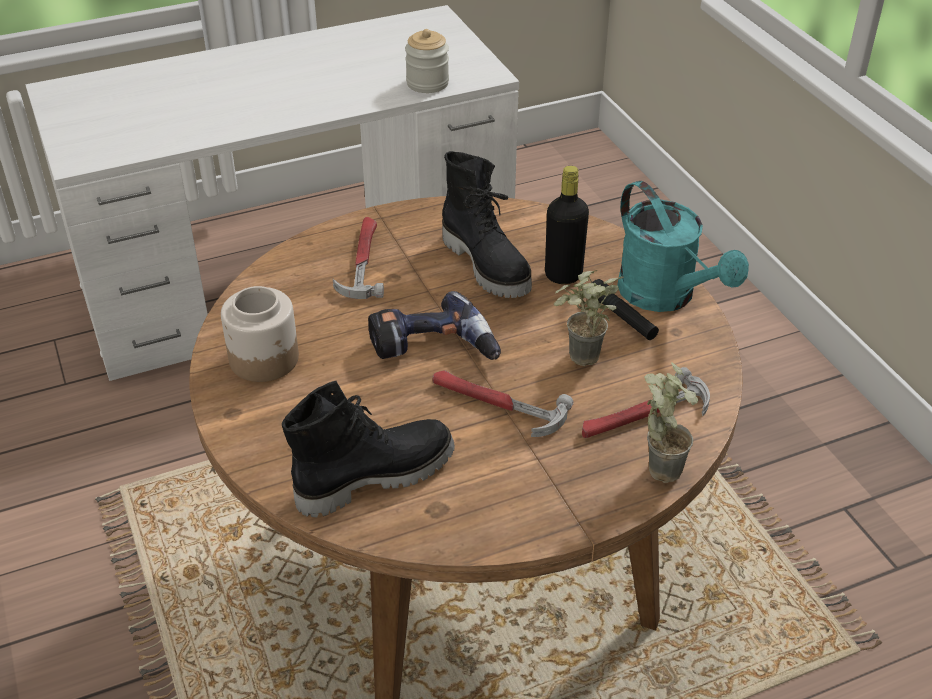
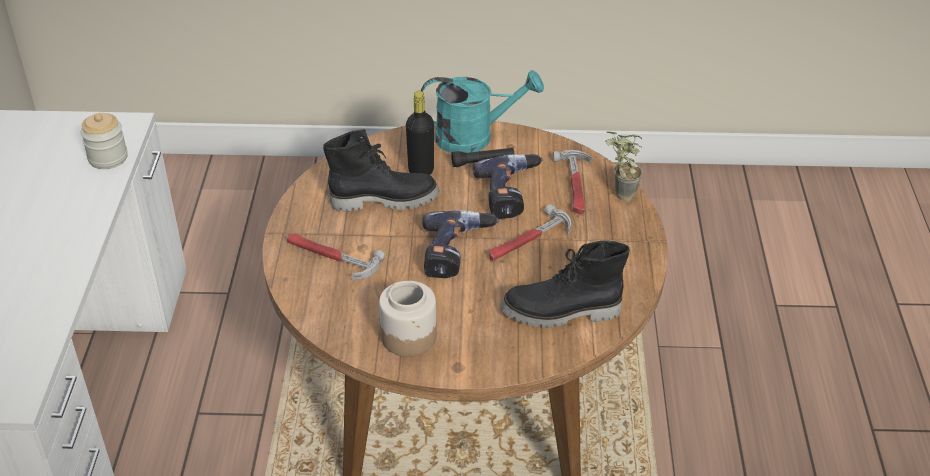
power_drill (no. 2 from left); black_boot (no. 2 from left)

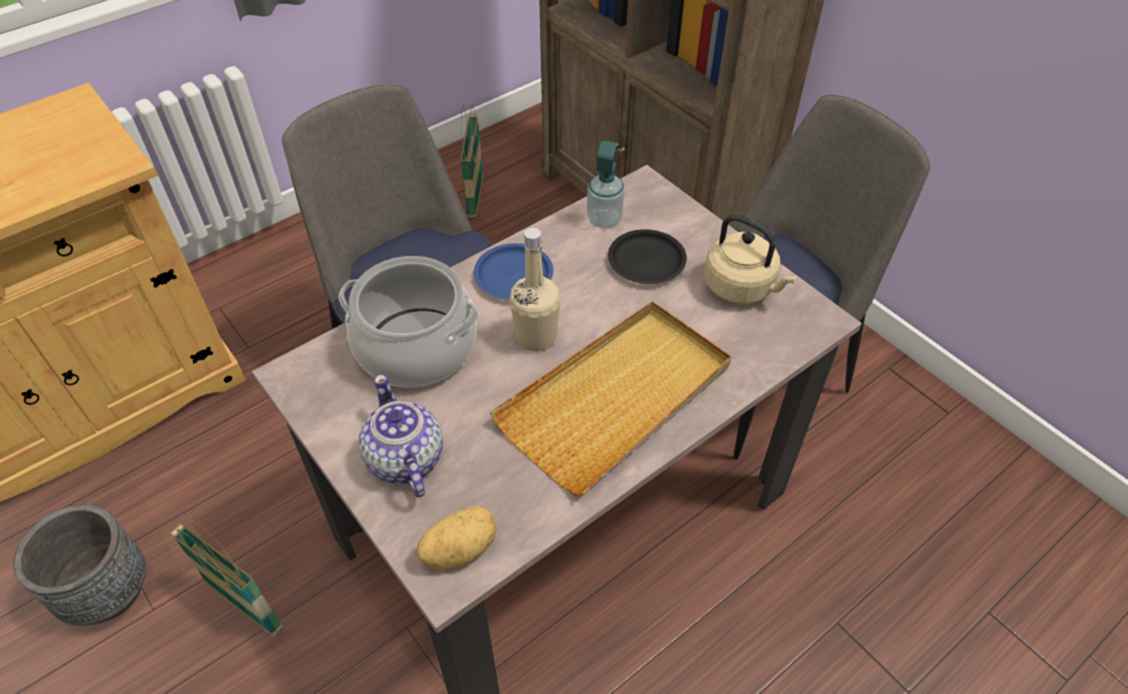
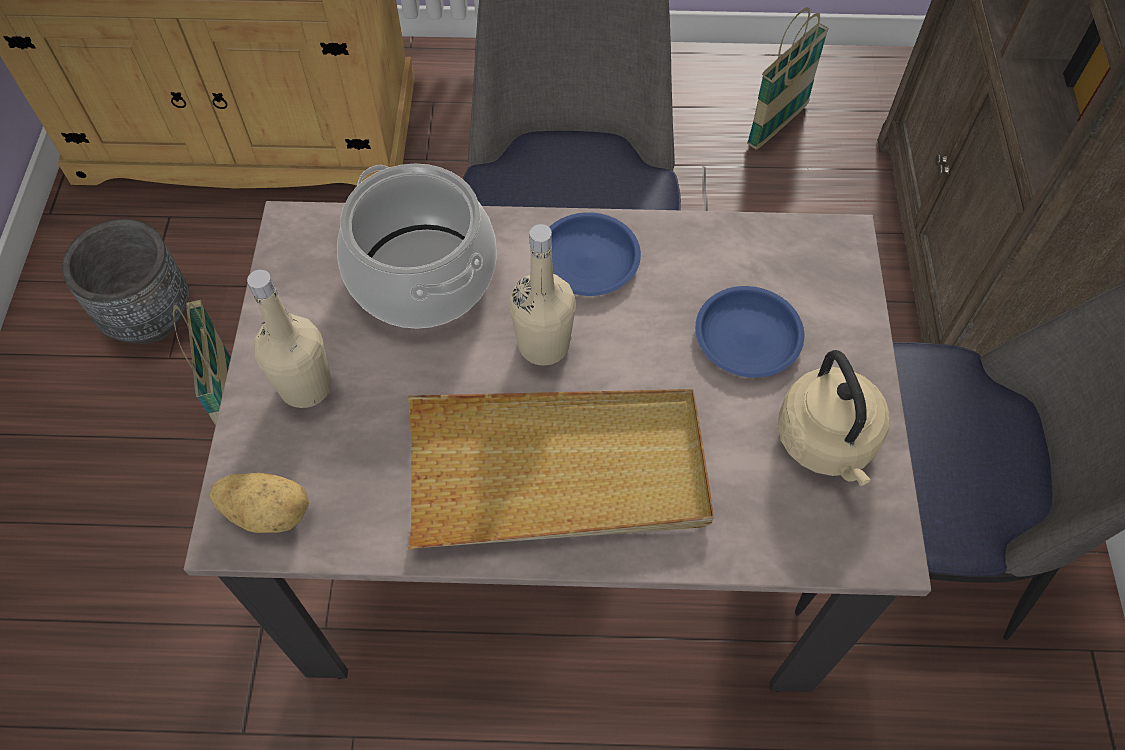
soap_dispenser; beige_bottle (no. 1 from left); blue_plate (no. 2 from left)

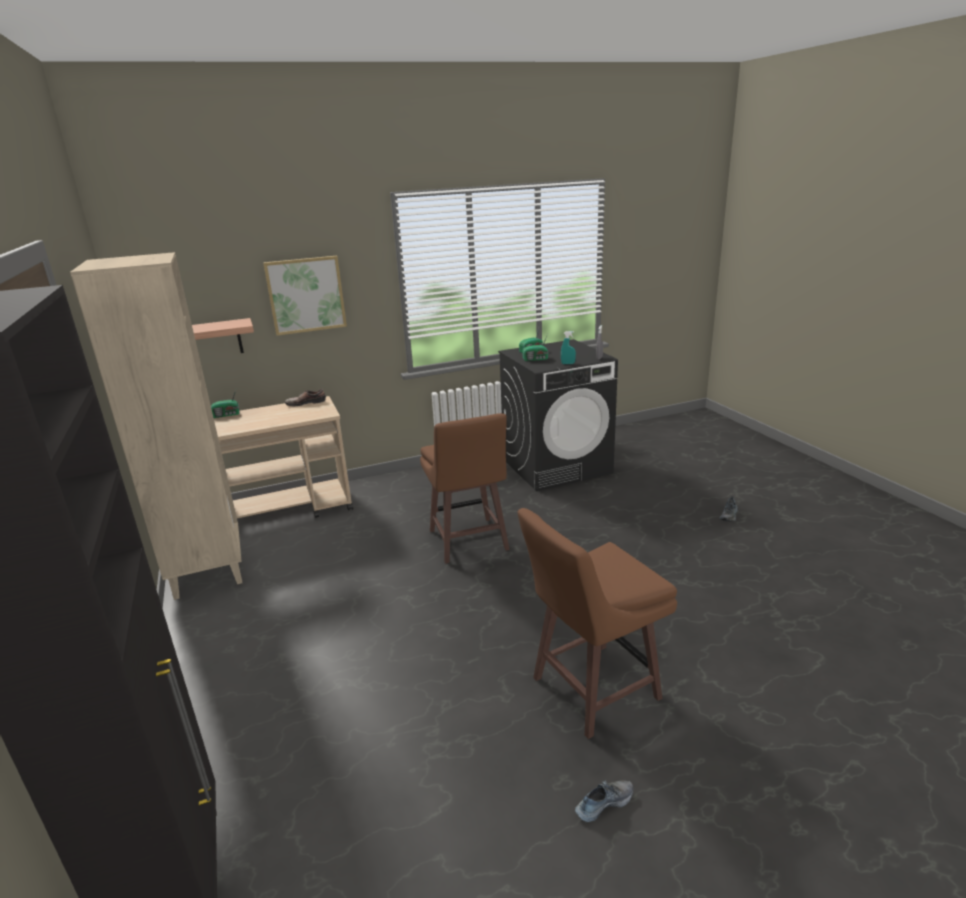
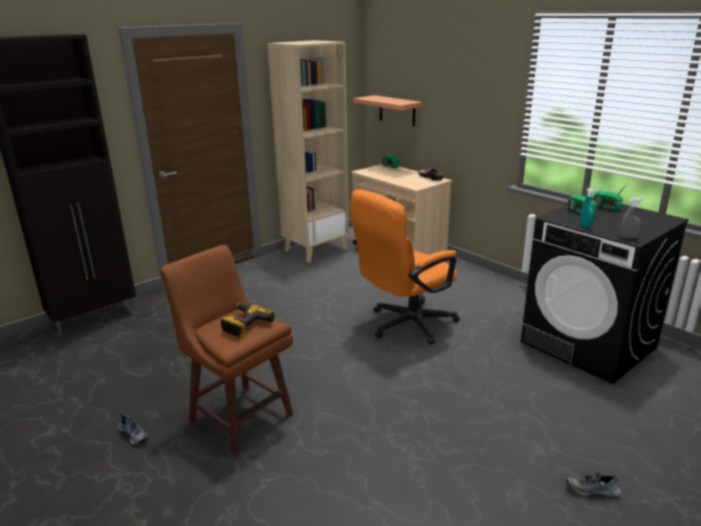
picture; power_drill; orange_office_chair

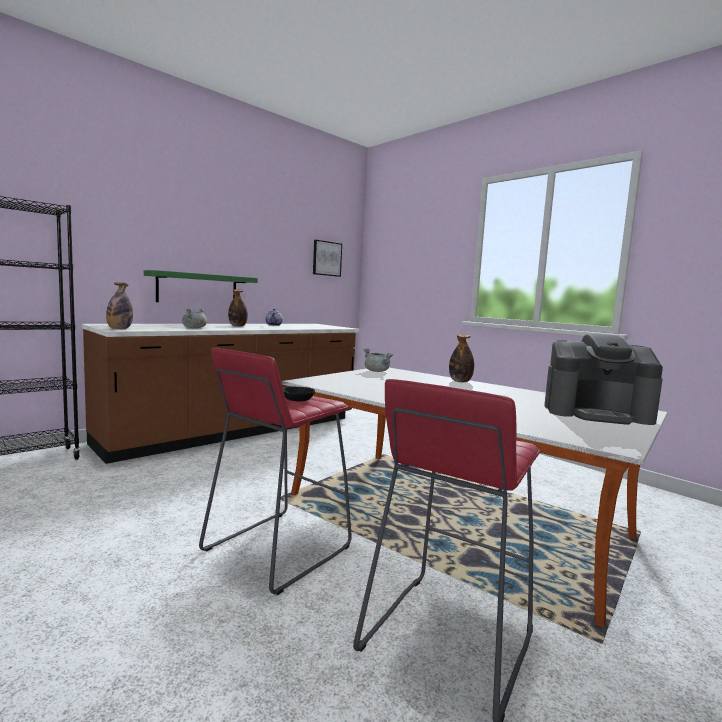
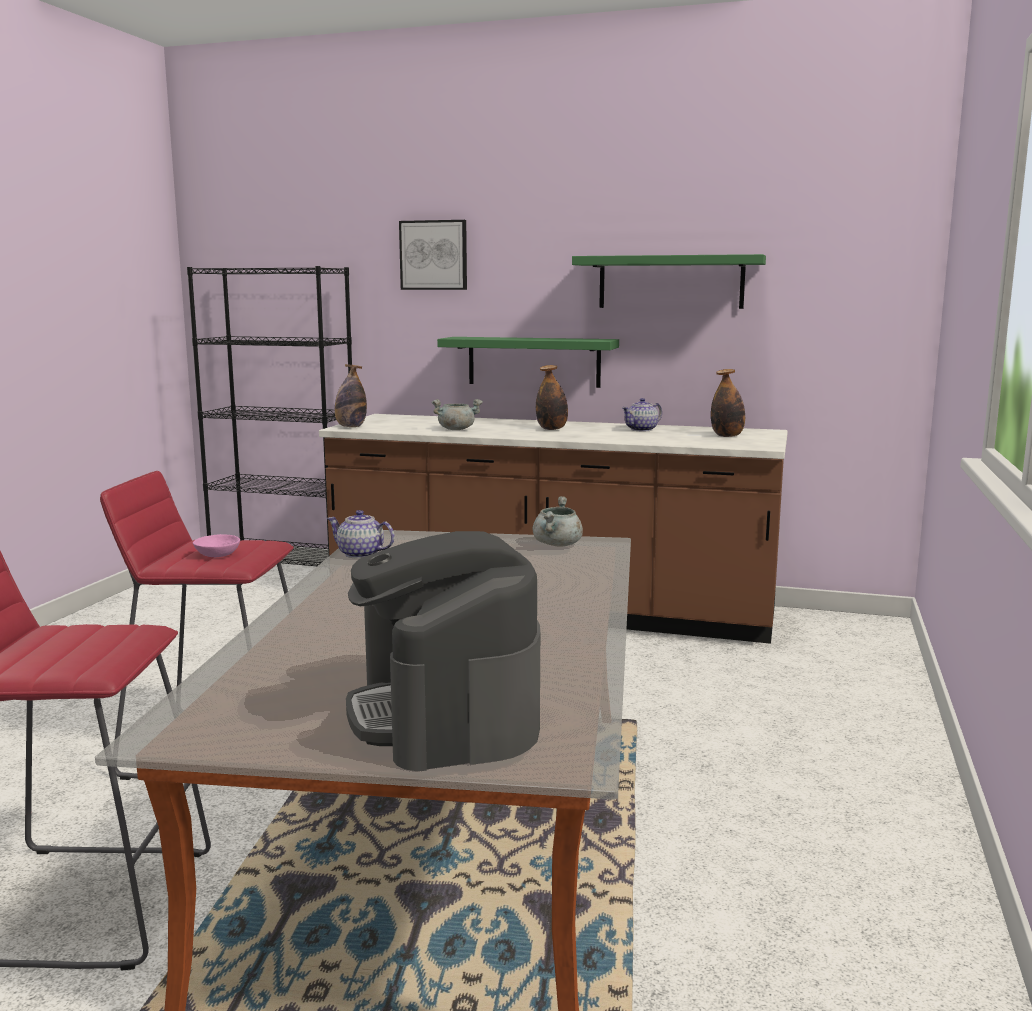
teapot (no. 1 from left); green_shelf (no. 2 from left); picture; bottle (no. 3 from left); pink_bowl

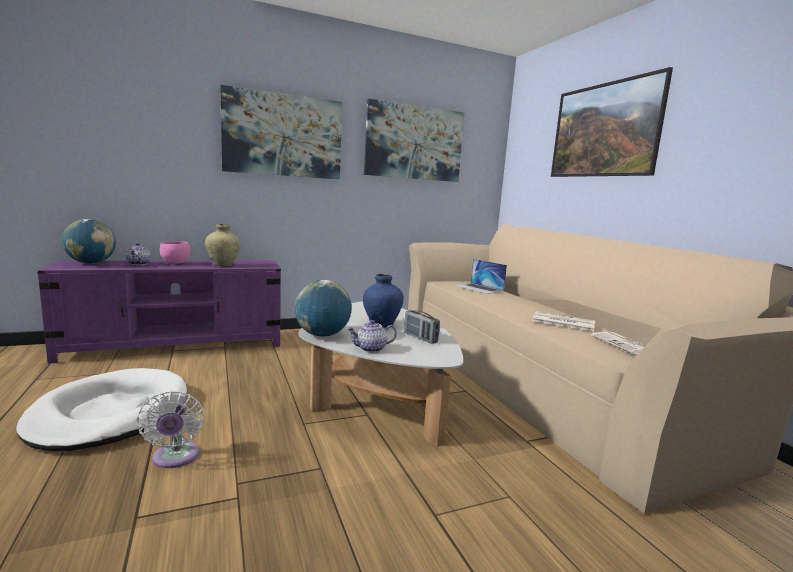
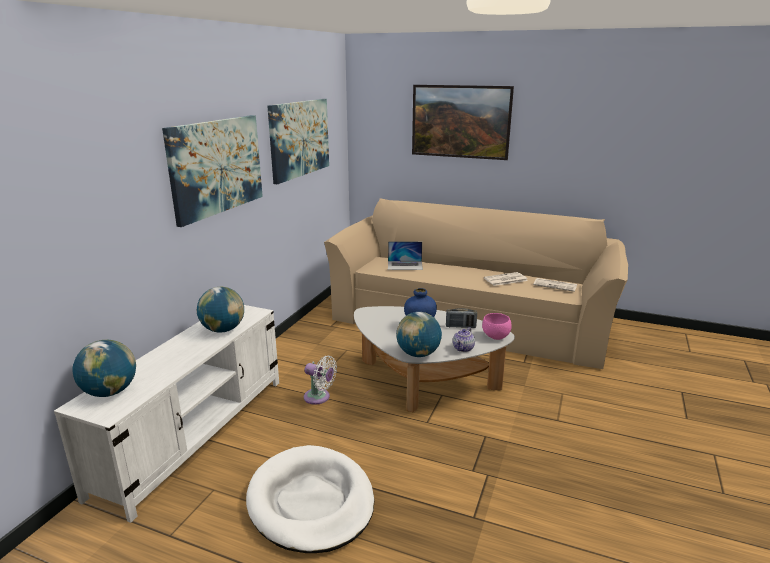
teapot (no. 1 from left in the first image); white_fan; pink_bowl; globe (no. 2 from left); white_tv_stand

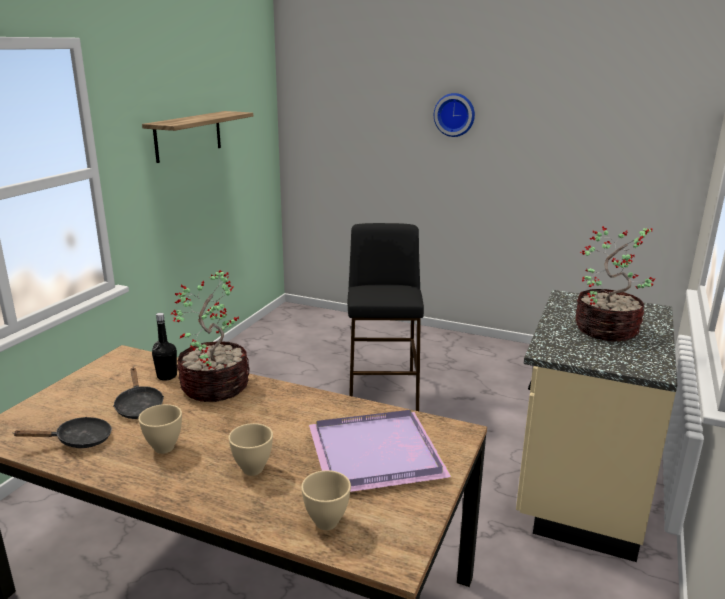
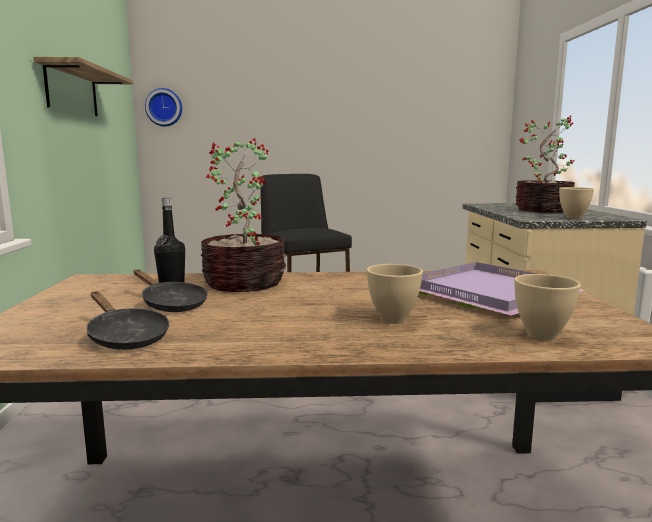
beige_bowl (no. 3 from left); wall_clock; black_frying_pan (no. 1 from left)

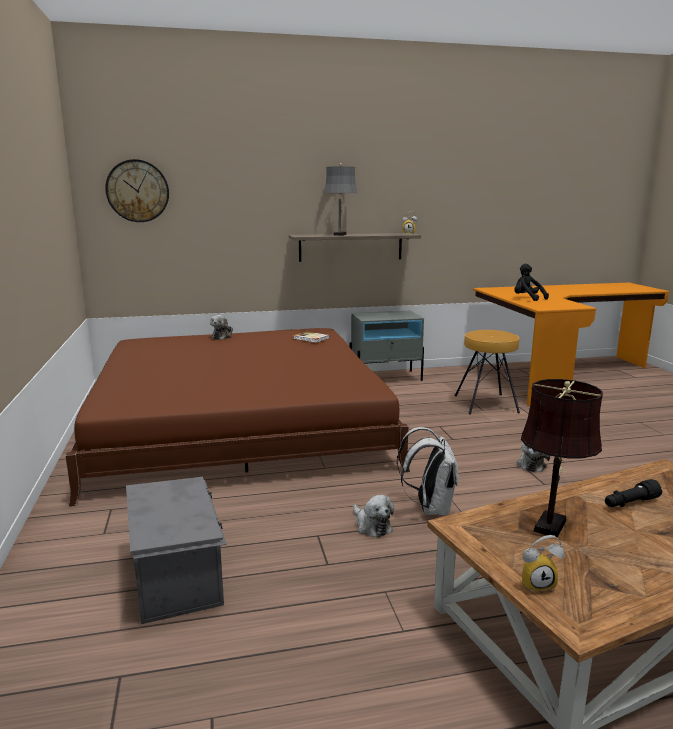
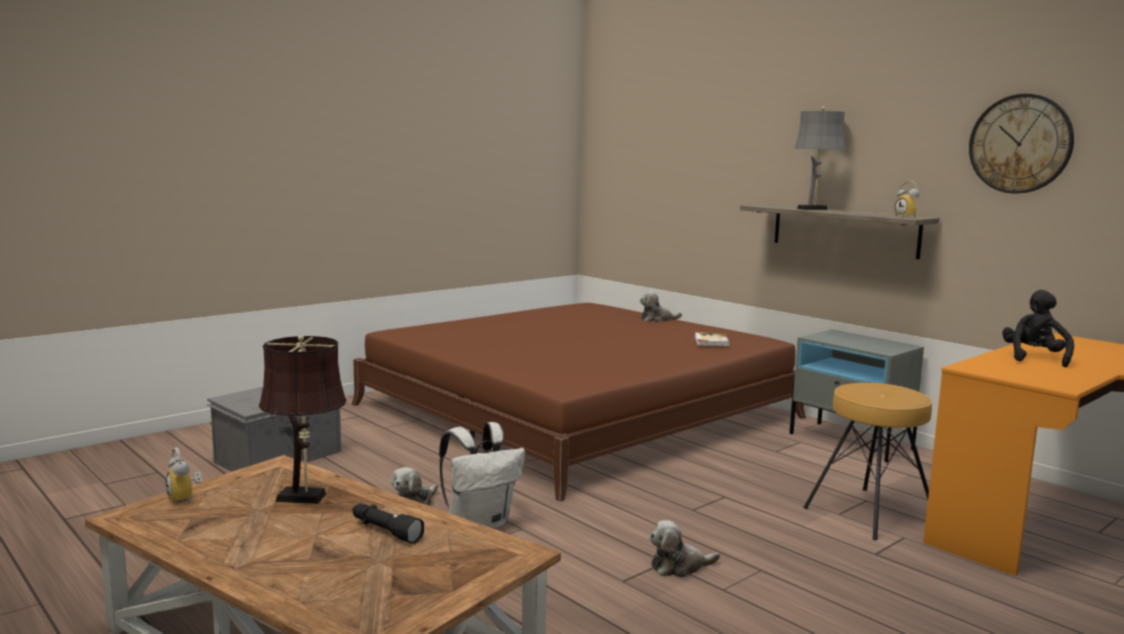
wall_clock

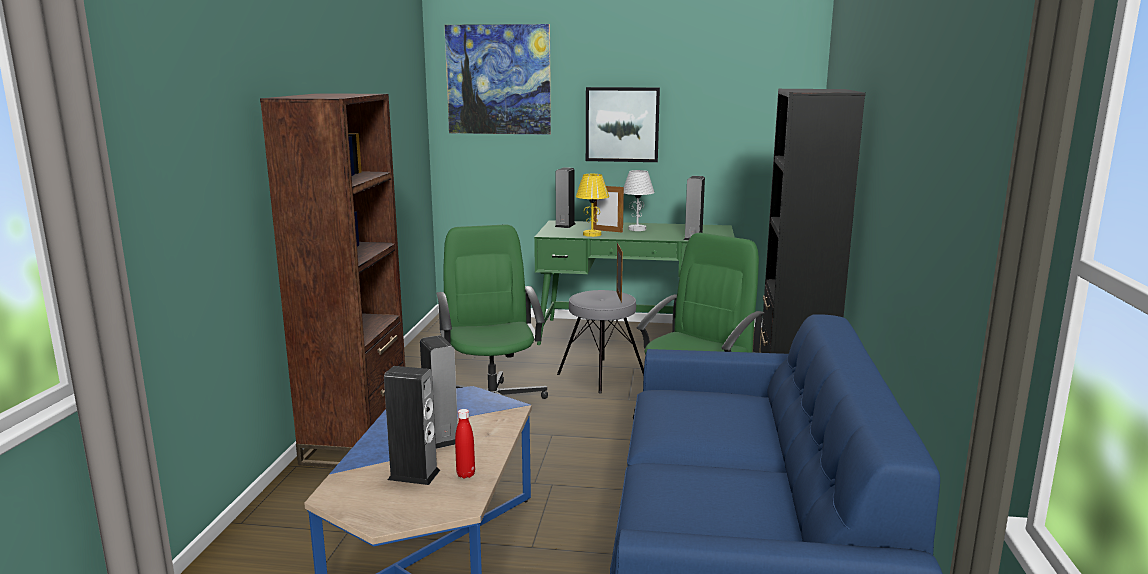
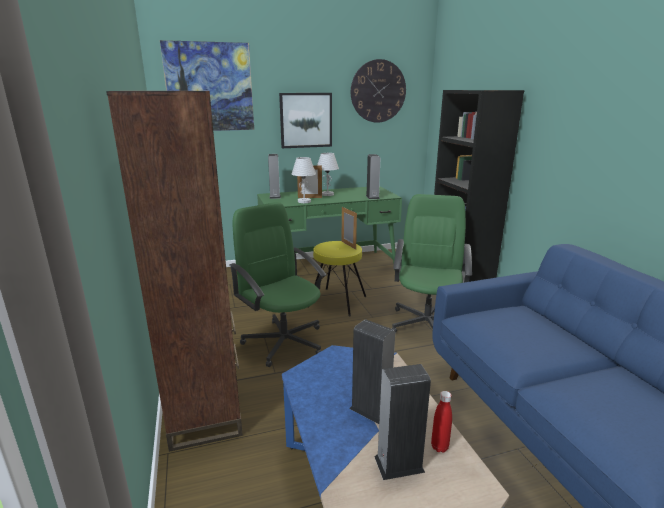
wall_clock; yellow_stool; white_table_lamp (no. 1 from left)

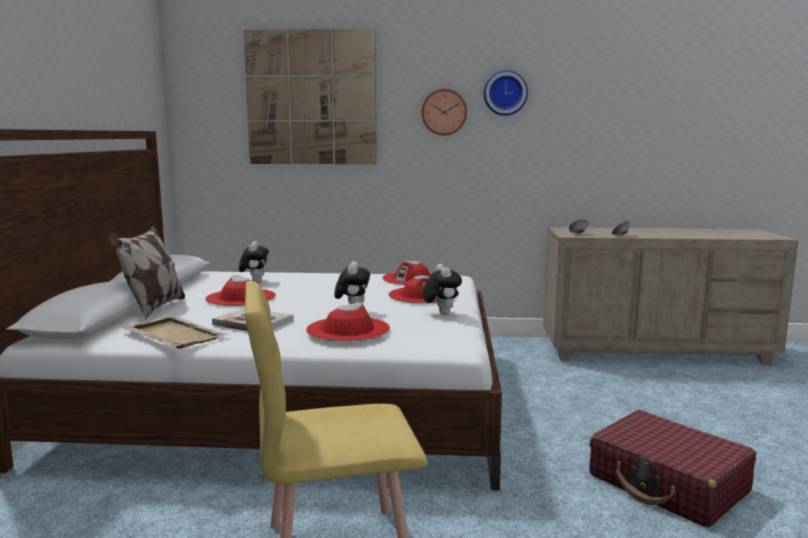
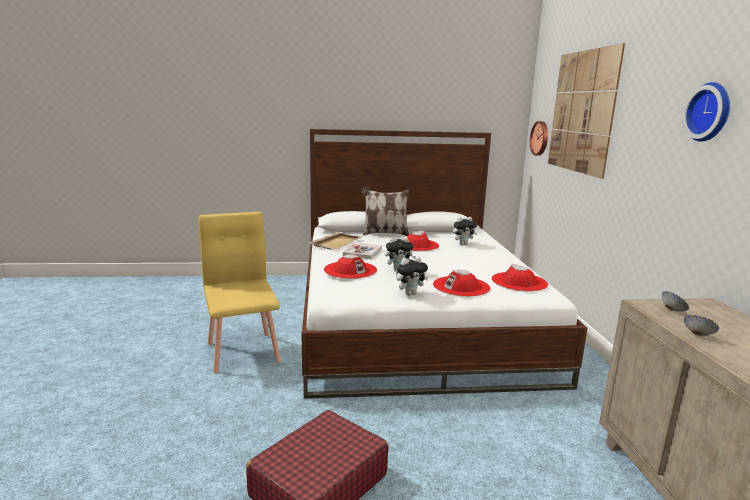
wall_clock (no. 1 from left)

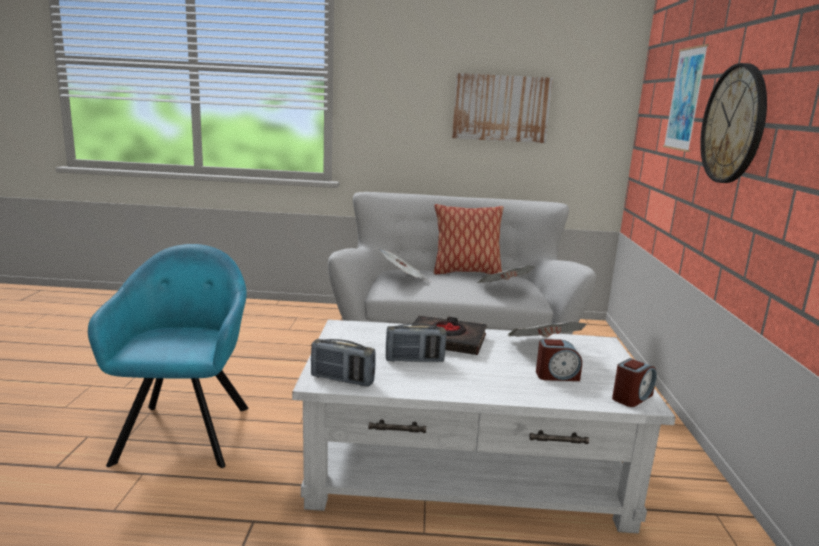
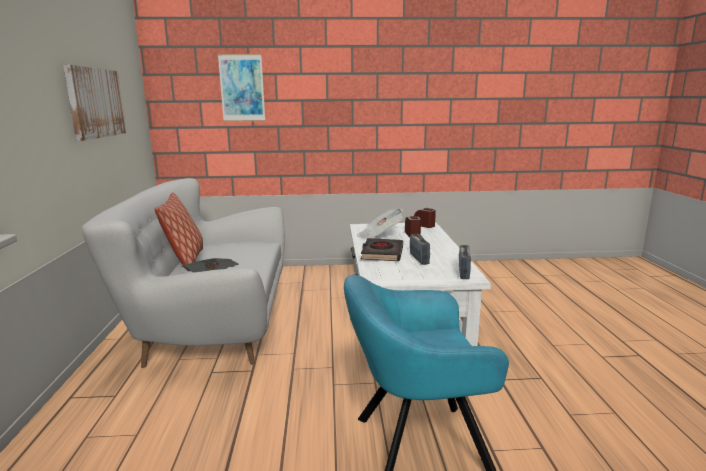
newspaper (no. 2 from left in the first image); wall_clock

